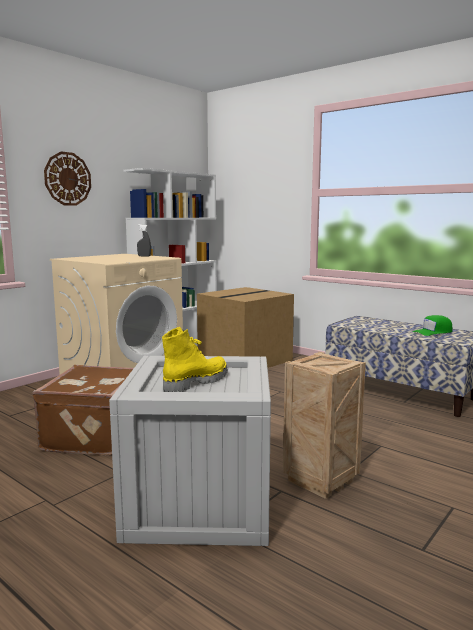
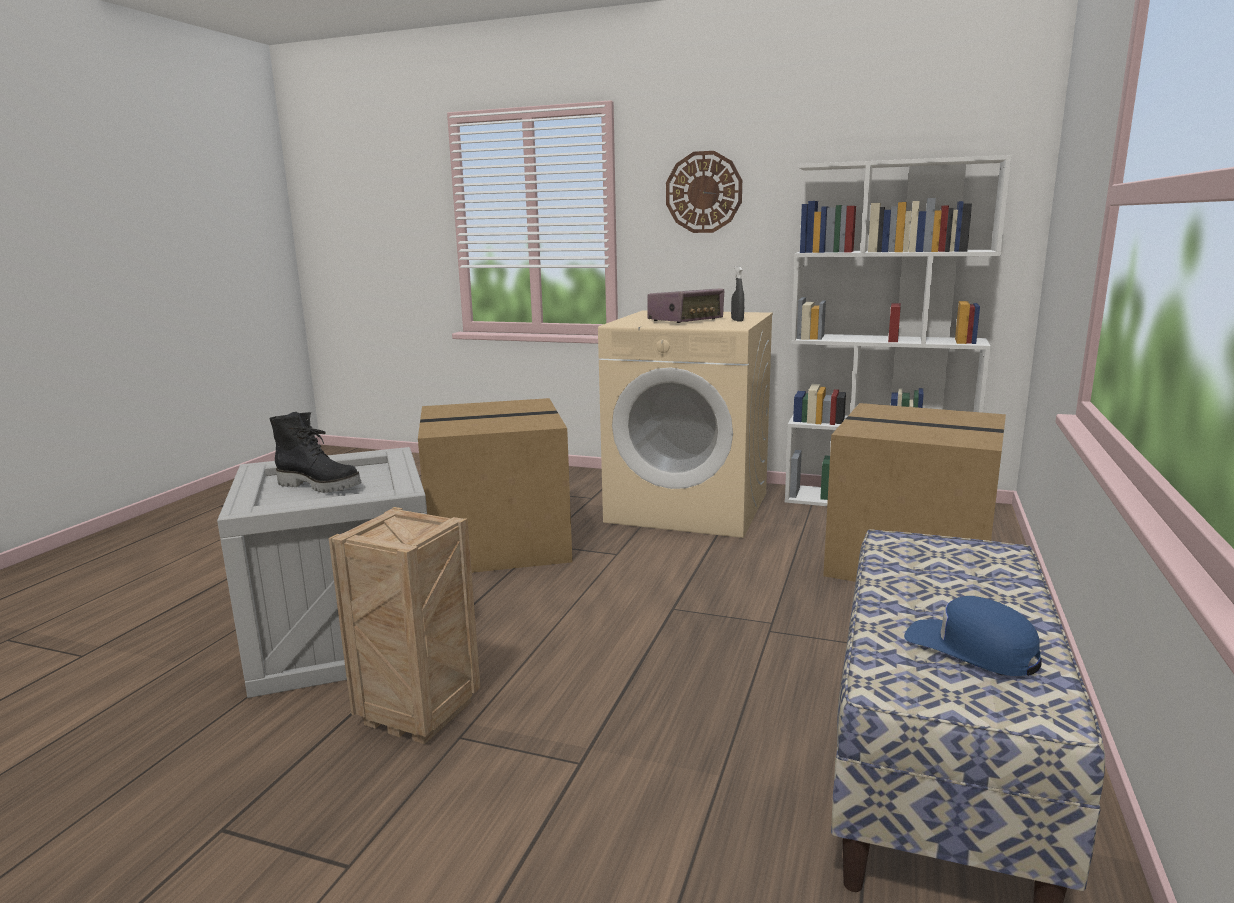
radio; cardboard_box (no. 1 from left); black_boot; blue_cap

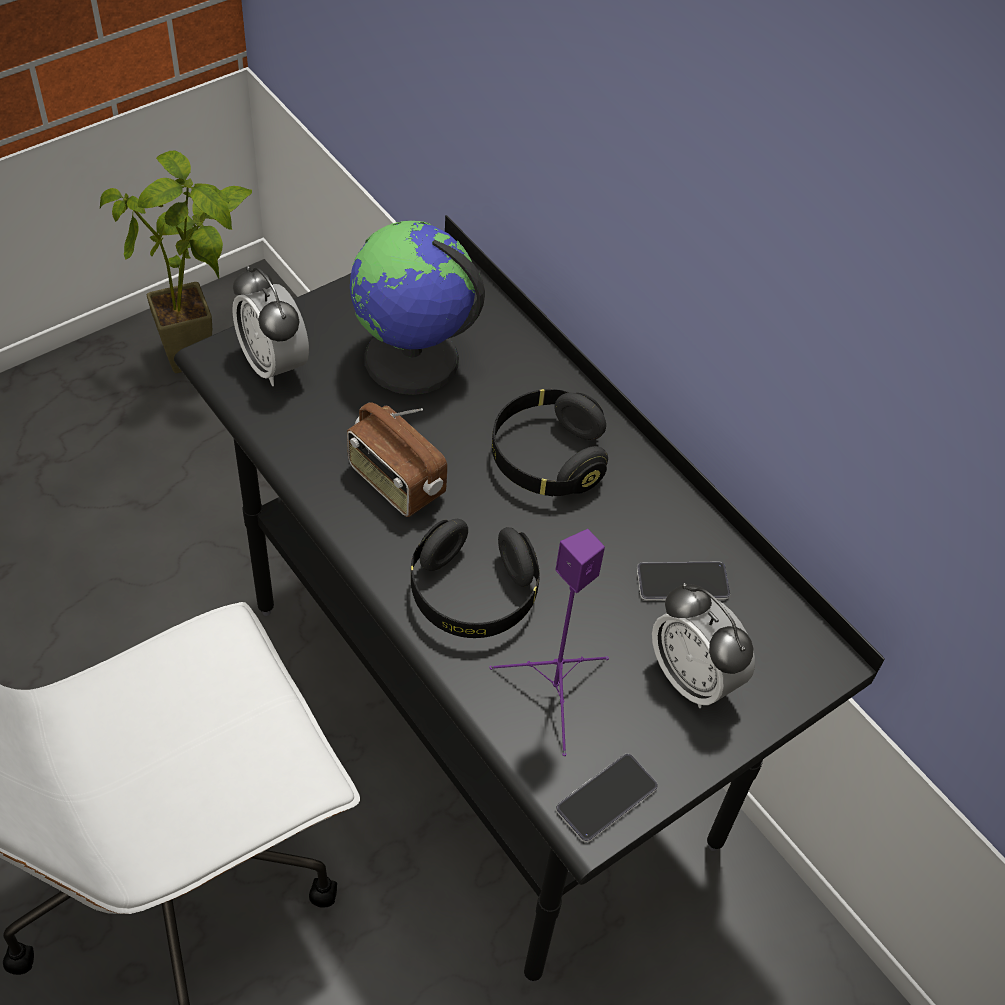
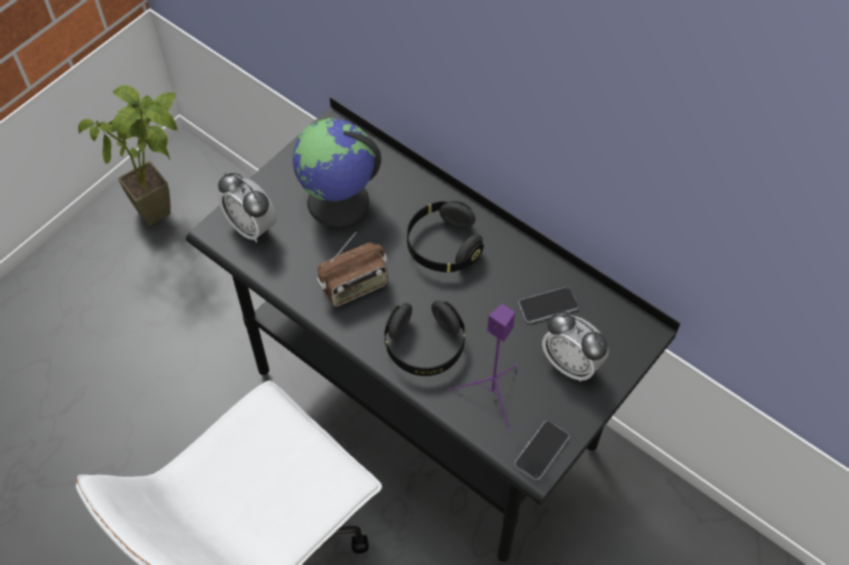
radio

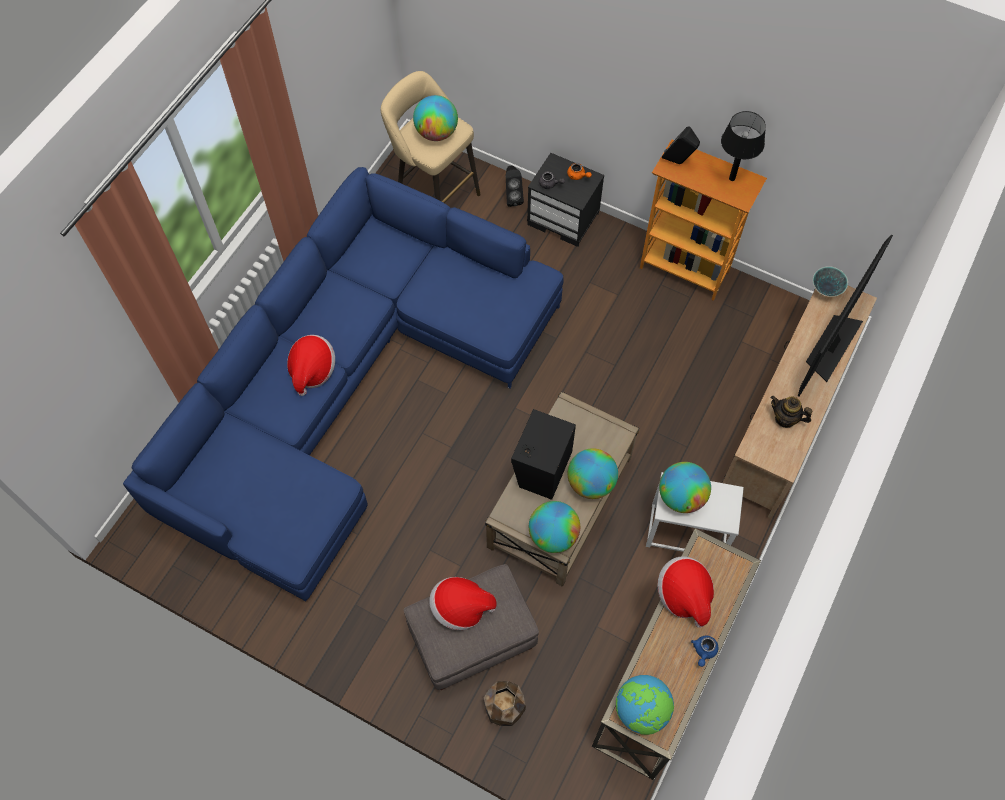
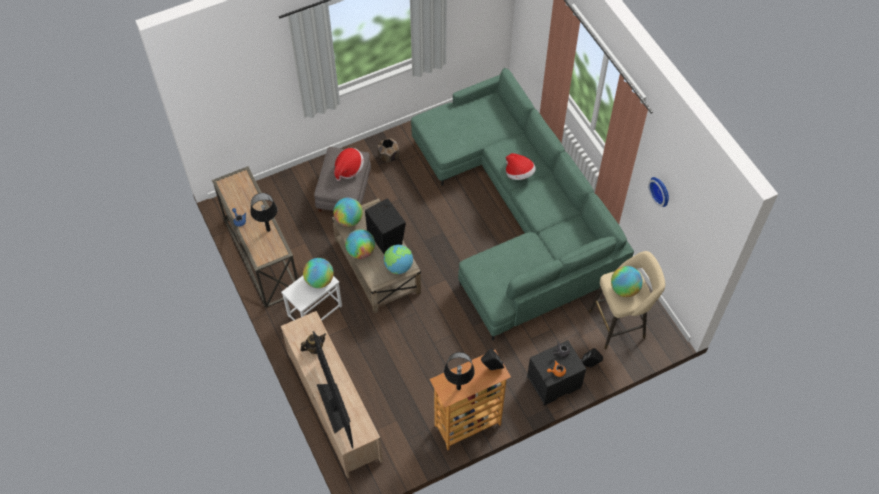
bowl; wall_clock; brown_planter; globe (no. 4 from left); black_table_lamp (no. 1 from left); green_sofa

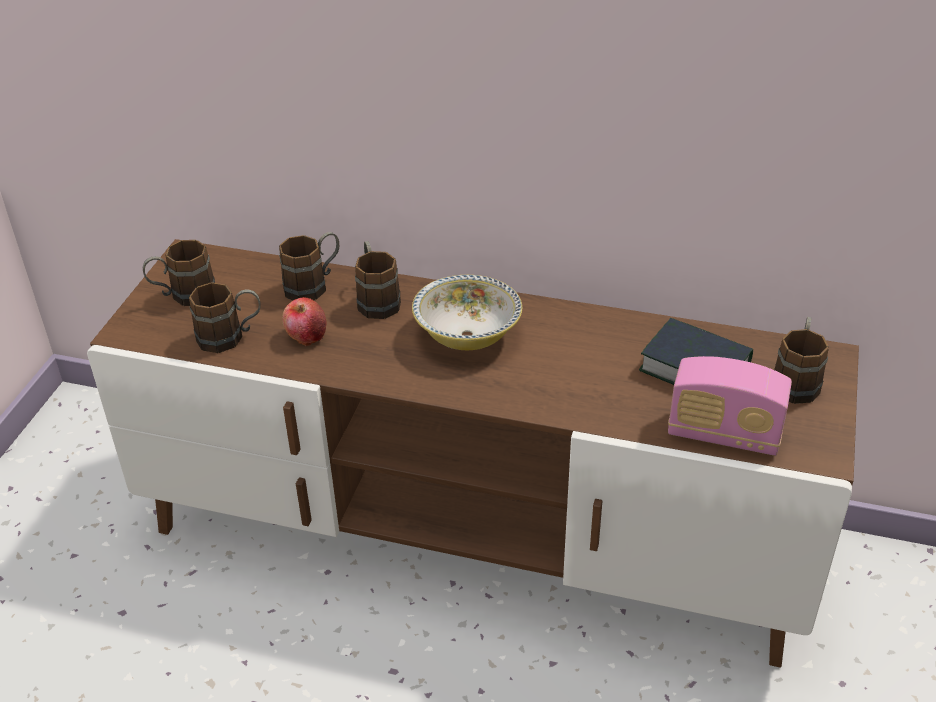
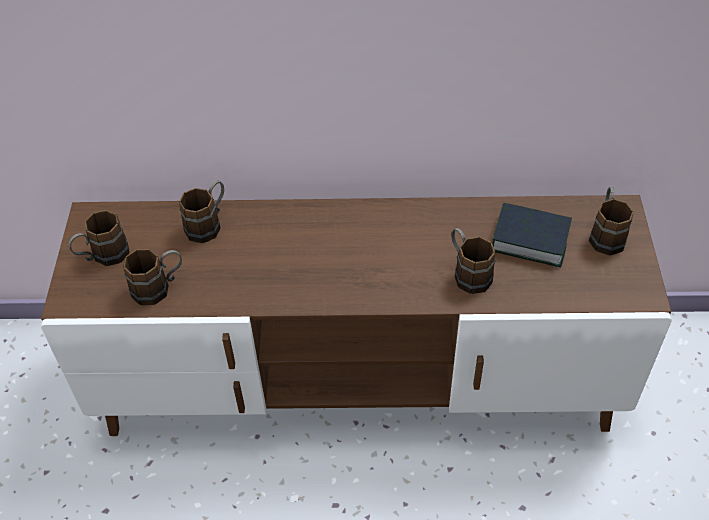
apple; bowl; radio; brown_mug (no. 4 from left)

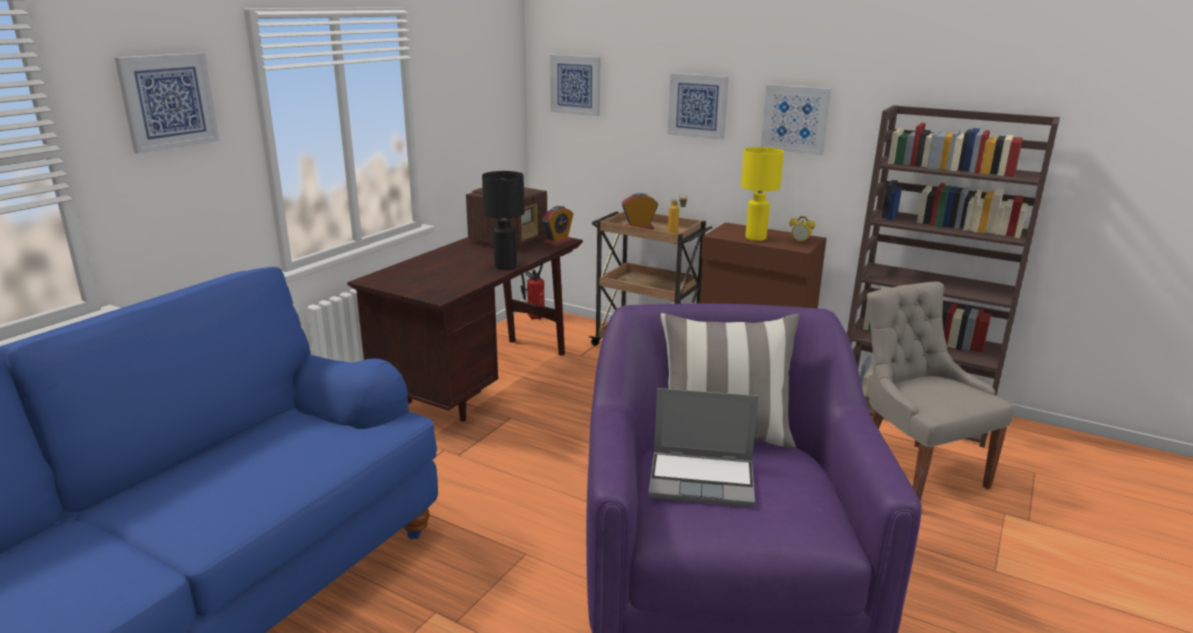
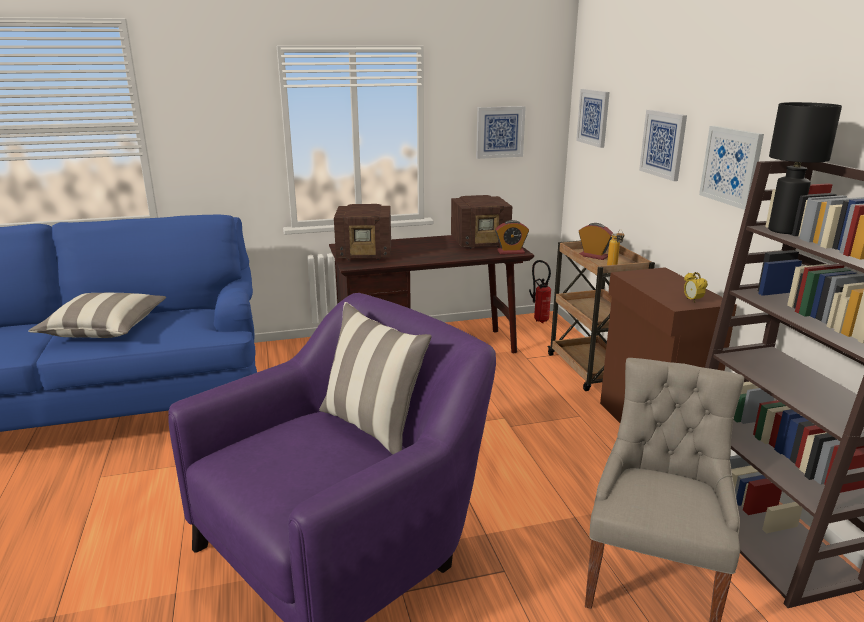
laptop; yellow_table_lamp; pillow (no. 1 from left); radio (no. 1 from left); picture (no. 1 from left); black_table_lamp

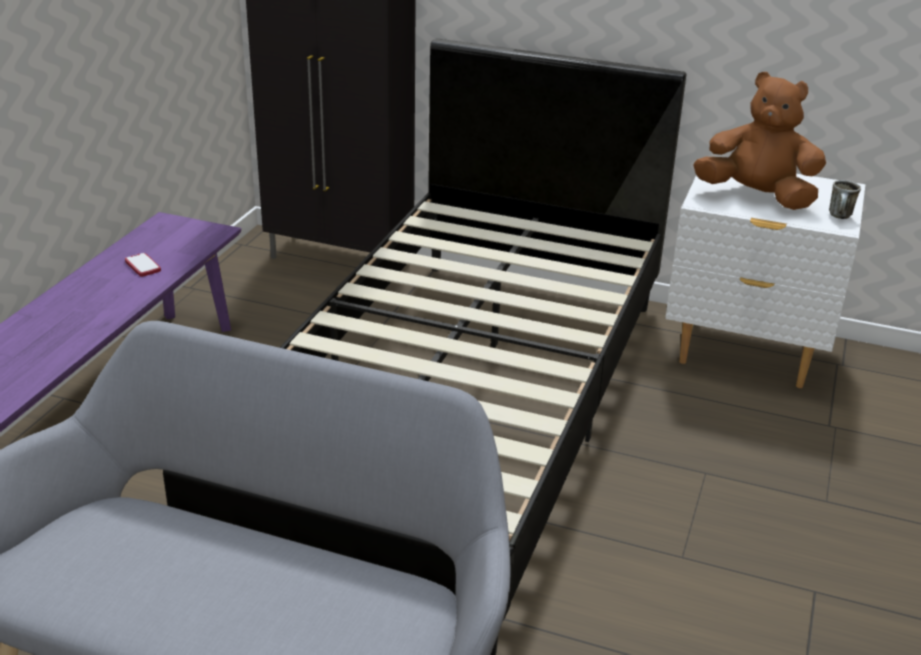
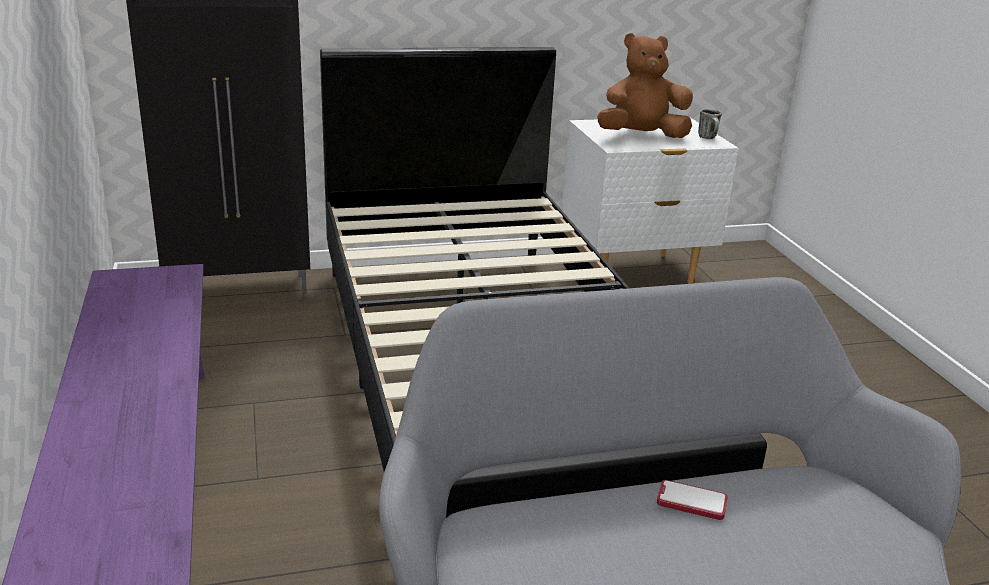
phone

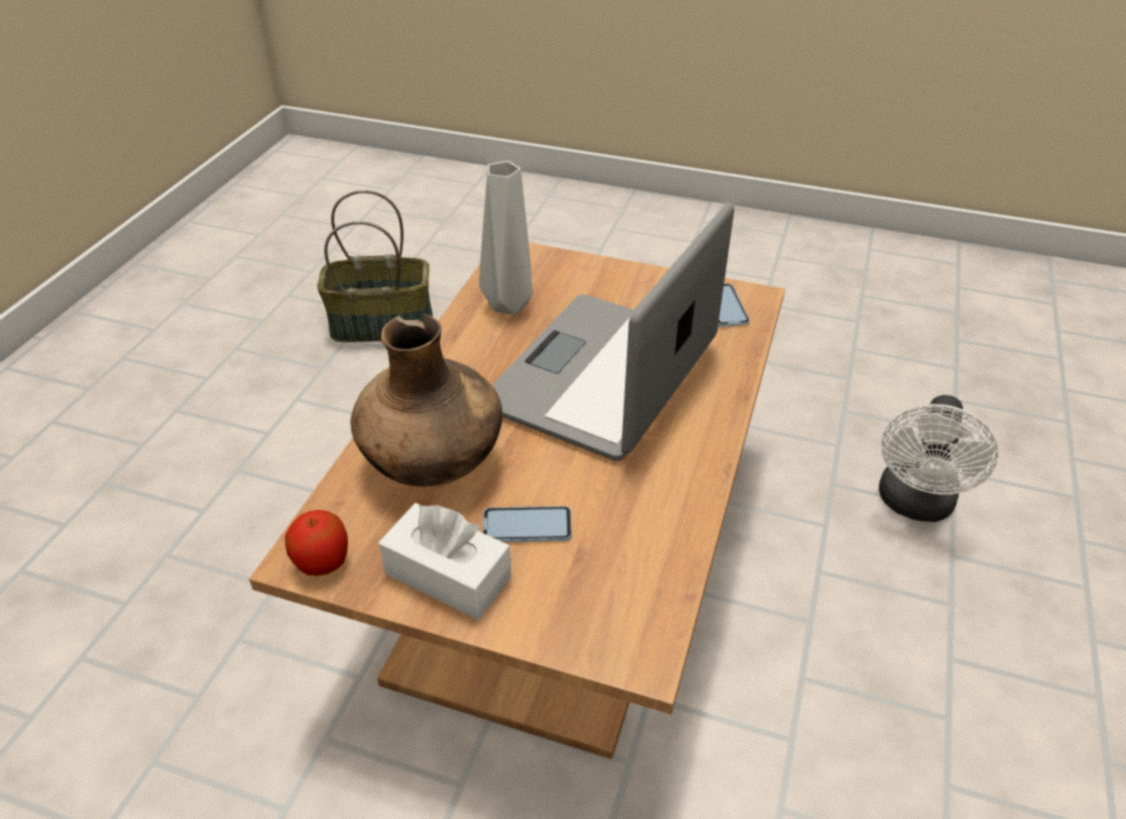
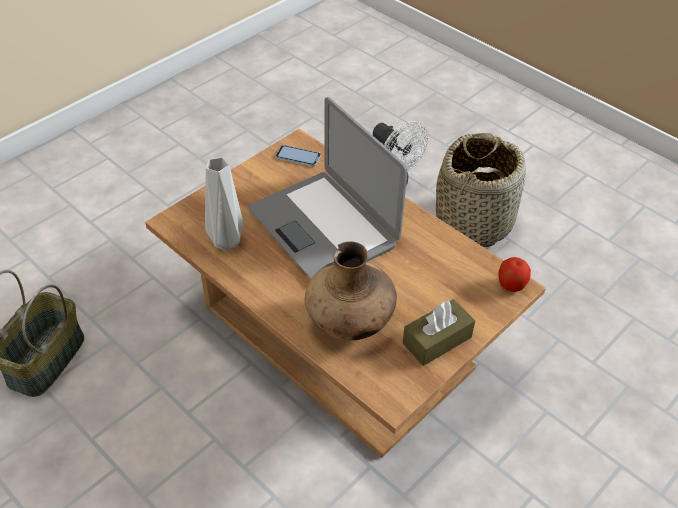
phone (no. 1 from left in the first image); basket (no. 2 from left); apple; brown_tissue_box

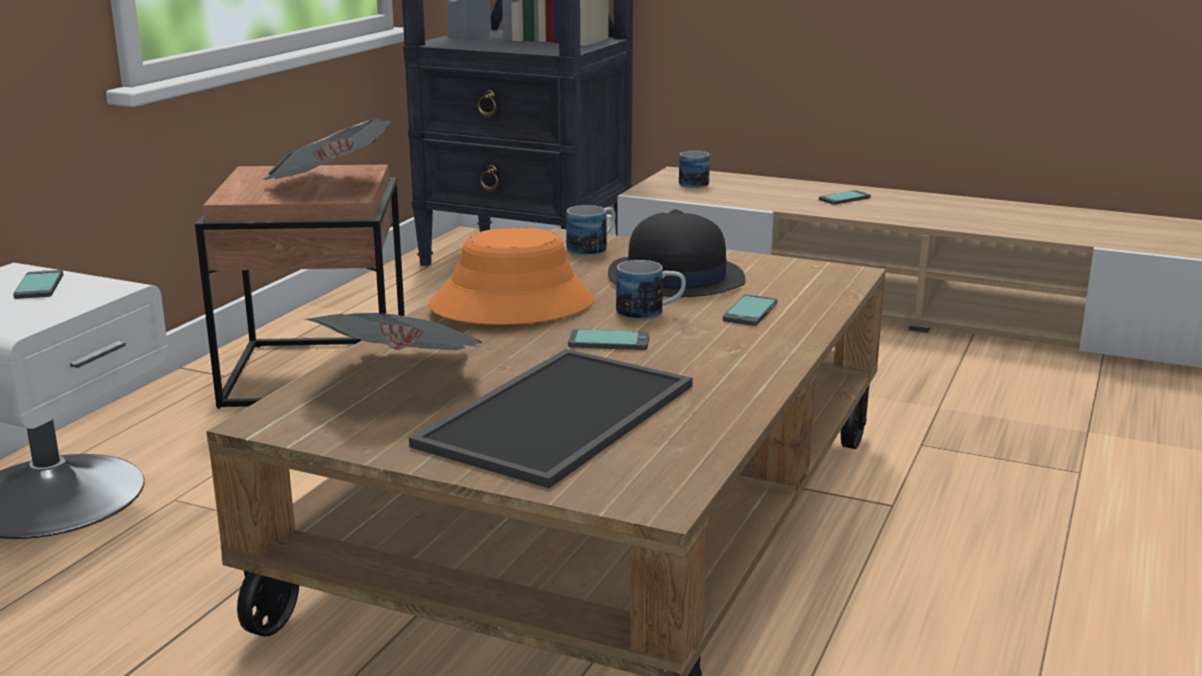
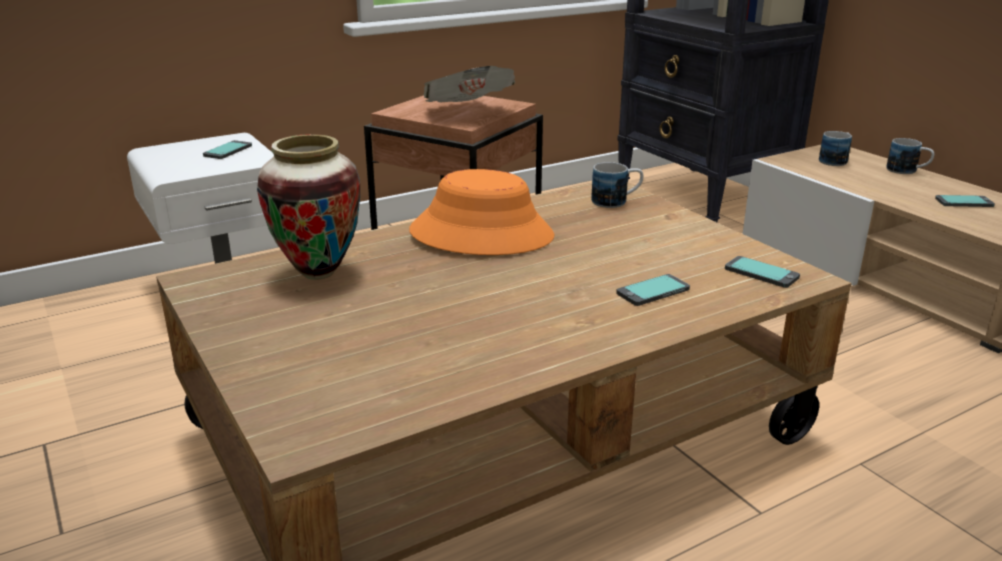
tray; black_hat; phone (no. 3 from left); mug (no. 3 from left); vase

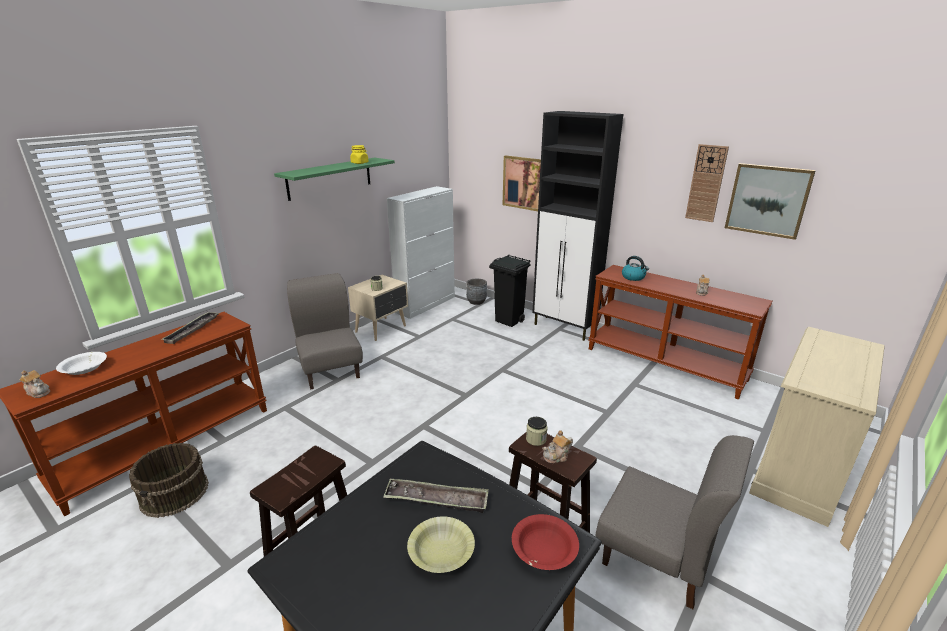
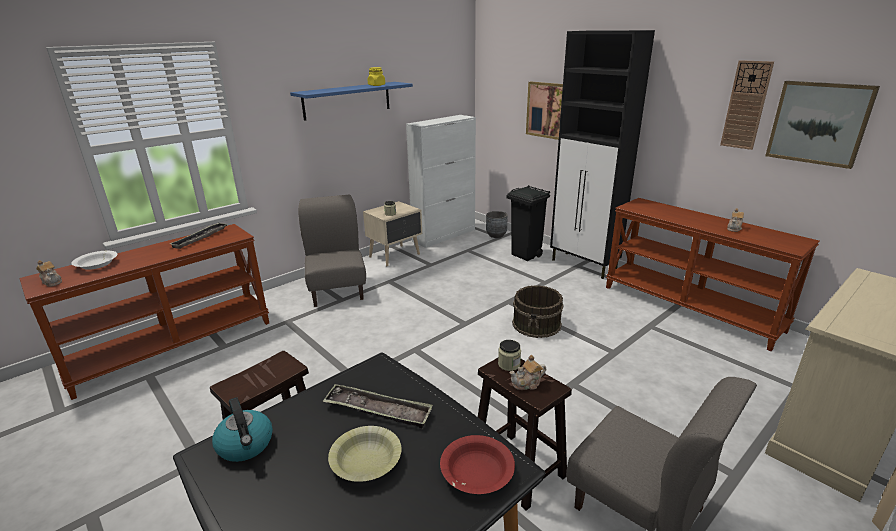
brown_bucket; kettle; blue_shelf

